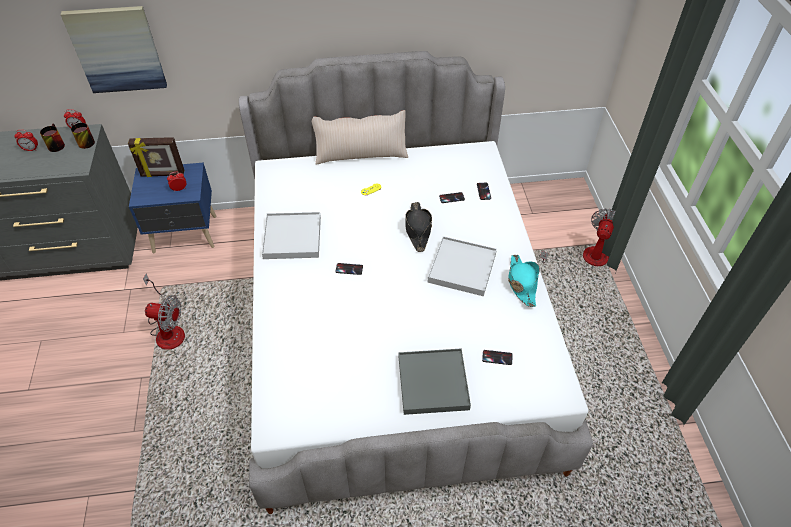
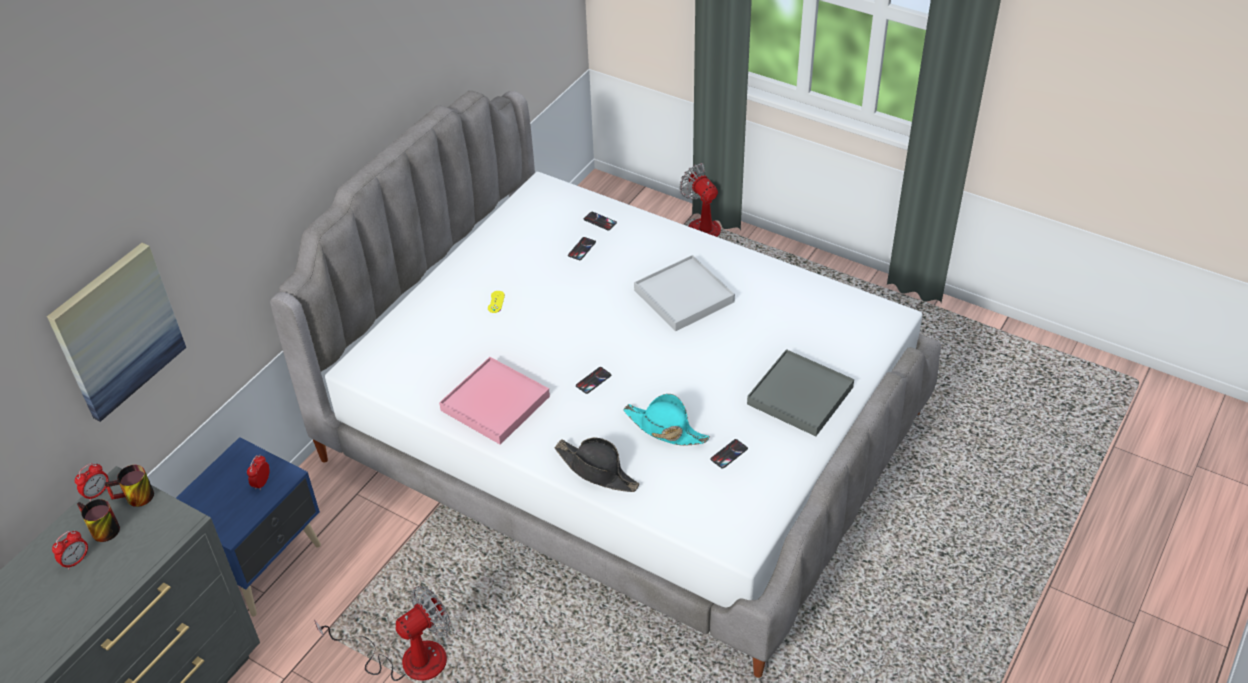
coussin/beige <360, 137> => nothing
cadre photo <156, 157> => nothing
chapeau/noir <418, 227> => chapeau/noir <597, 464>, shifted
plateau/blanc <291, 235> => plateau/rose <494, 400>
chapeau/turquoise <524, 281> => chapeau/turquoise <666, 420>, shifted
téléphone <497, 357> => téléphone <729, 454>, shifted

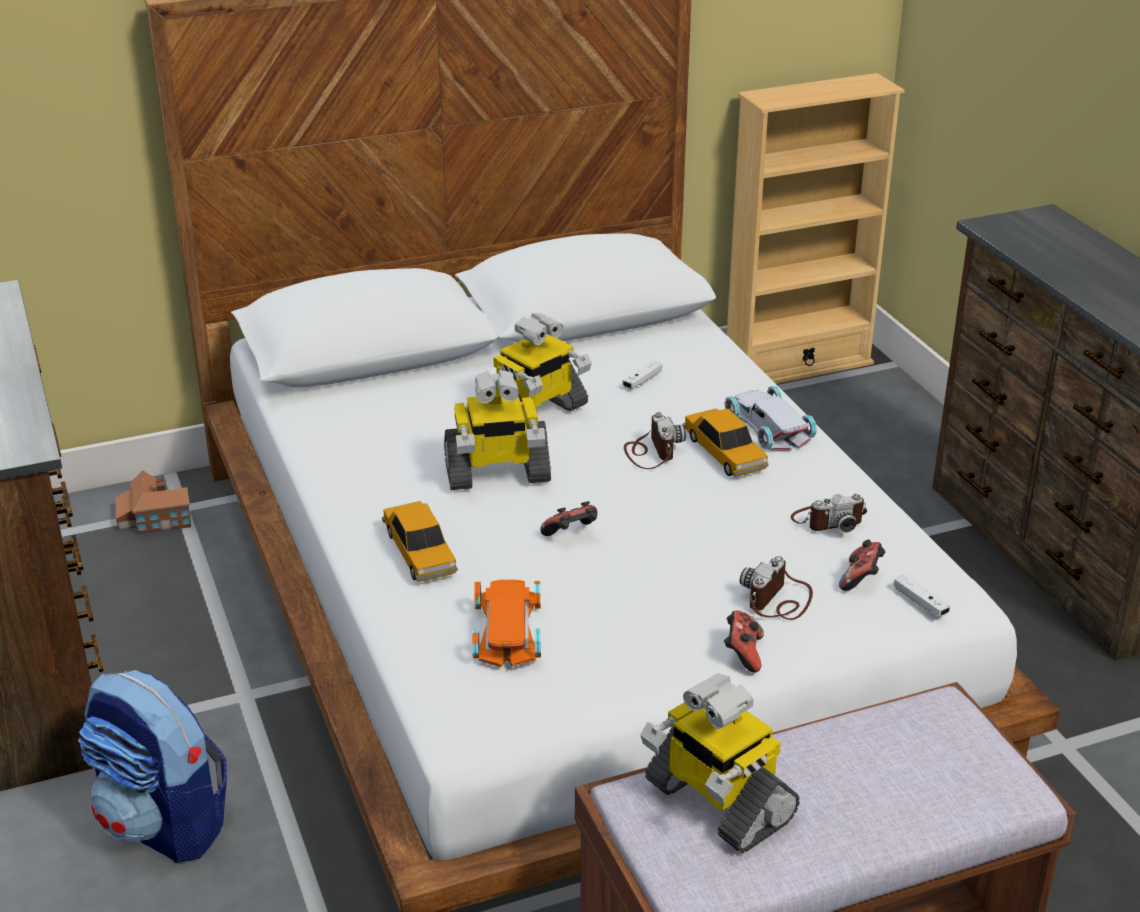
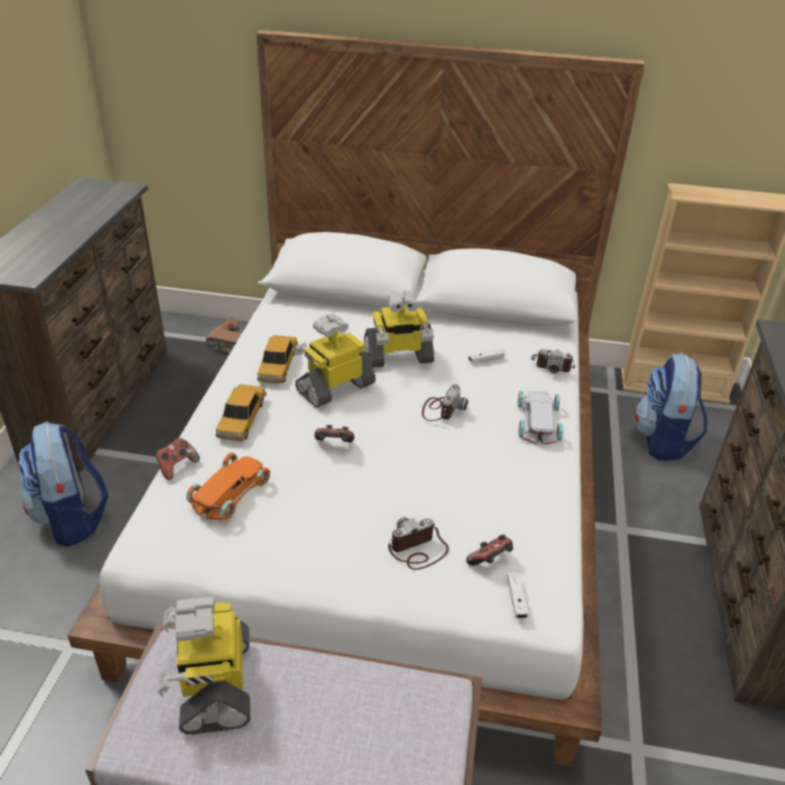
robot jouet <497, 430> => robot jouet <334, 361>, 120 degrees clockwise
petite voiture <726, 443> => petite voiture <277, 359>, shifted
appareil photo <829, 513> => appareil photo <553, 361>, shifted
manette <744, 641> => manette <178, 459>, shifted
nothing => sac à dos <670, 407>

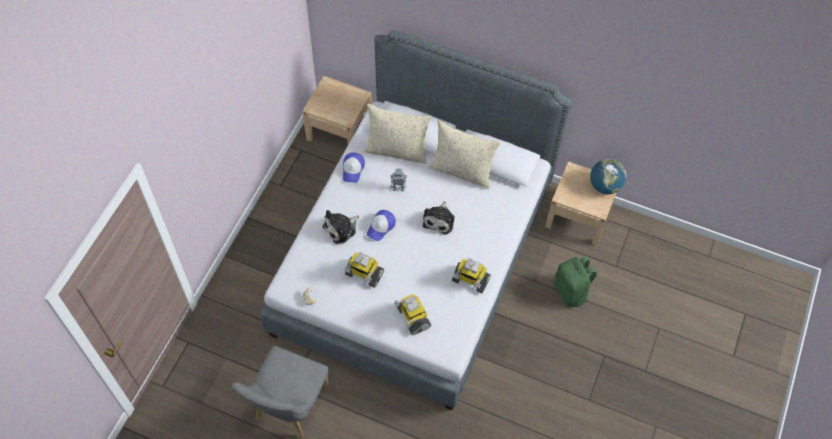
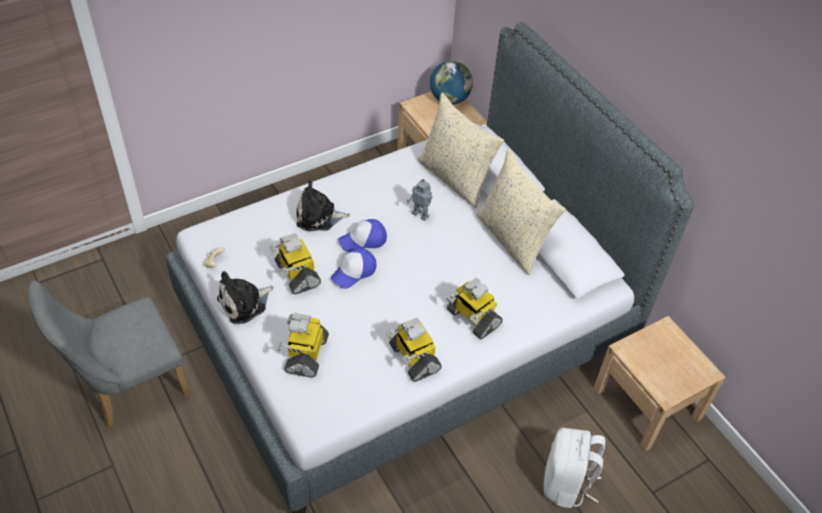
casquette <354, 168> => casquette <353, 268>, shifted
globe <608, 176> => globe <451, 83>, shifted
peluche <439, 218> => peluche <245, 297>, shifted
sac à dos/vert <575, 281> => sac à dos/blanc <574, 468>
nothing => robot jouet <474, 308>

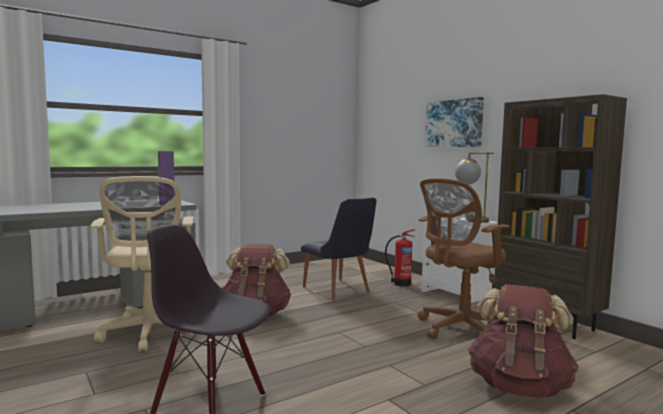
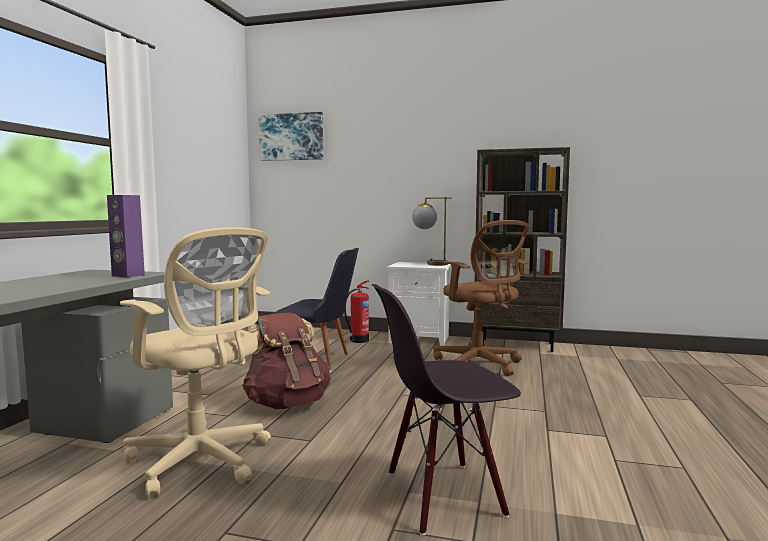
tableau <454, 122> => tableau <290, 136>, shifted
chaise de bureau/marron <463, 259> => chaise de bureau/marron <481, 298>, 45 degrees counterclockwise
sac à dos/marron <523, 341> => nothing

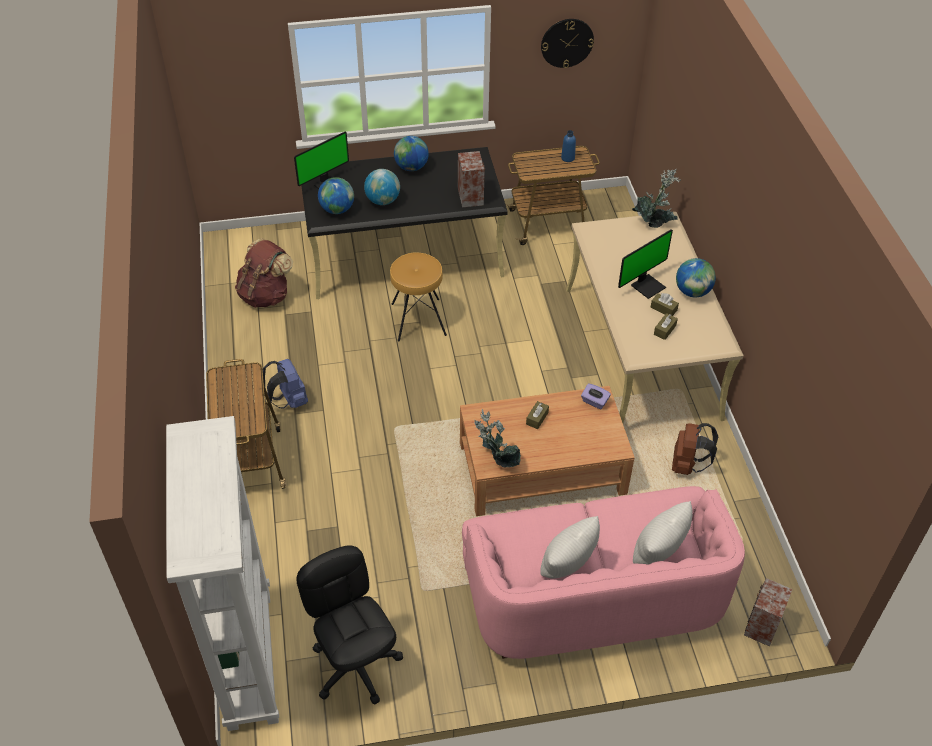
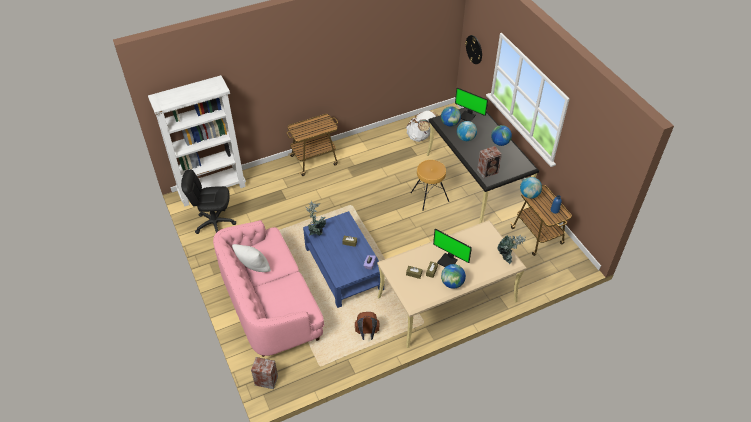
horloge murale <567, 43> => horloge murale <473, 49>, shifted
sac à dos/marron <264, 273> => sac à dos/blanc <422, 126>
sac à dos/bleu <285, 384> => nothing
table basse/marron <547, 451> => table basse/bleu <343, 259>
coussin/blanc <663, 533> => nothing
chaise de bureau/noir <349, 625> => chaise de bureau/noir <208, 201>, 135 degrees counterclockwise
nothing => globe <531, 188>

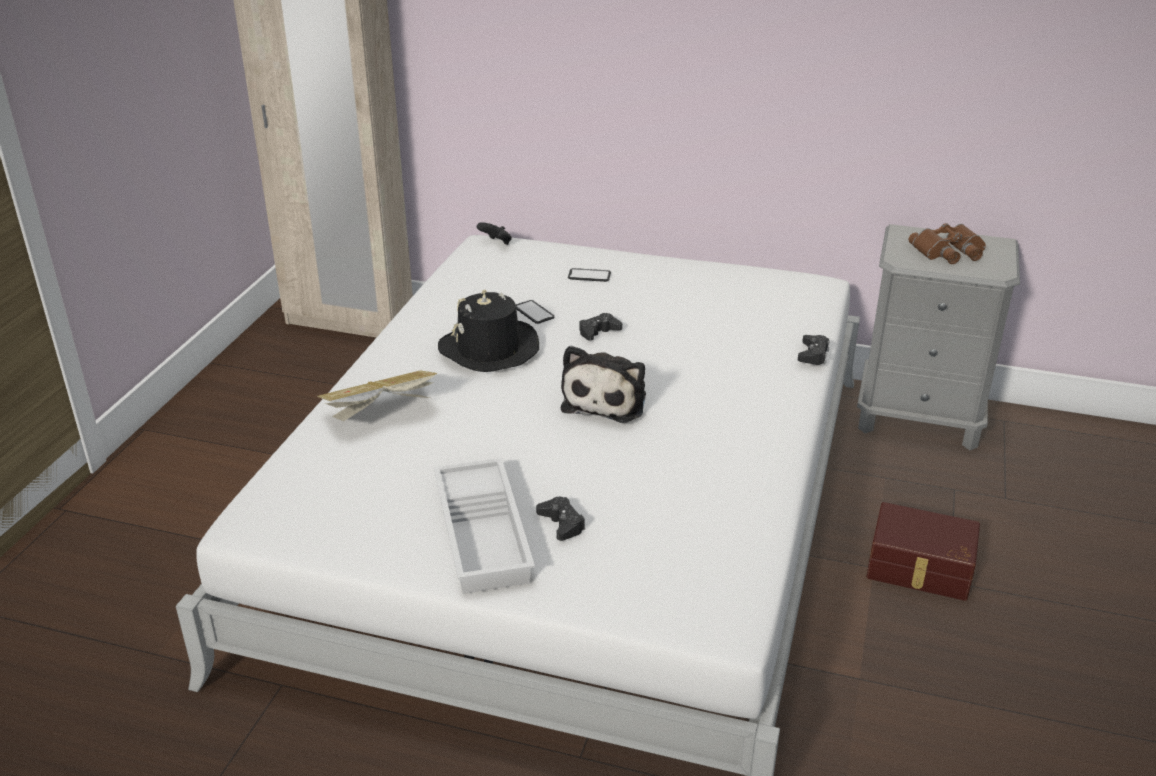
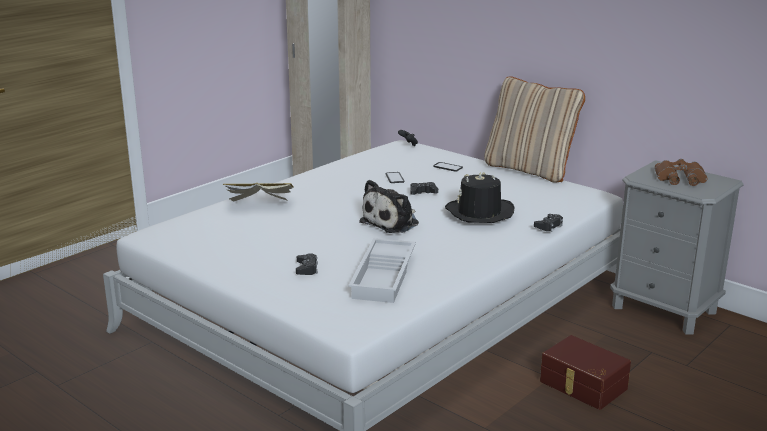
chapeau/noir <488, 331> => chapeau/noir <479, 197>, shifted
plateau/blanc <484, 526> => plateau/blanc <382, 270>, shifted
nothing => coussin/beige <534, 129>

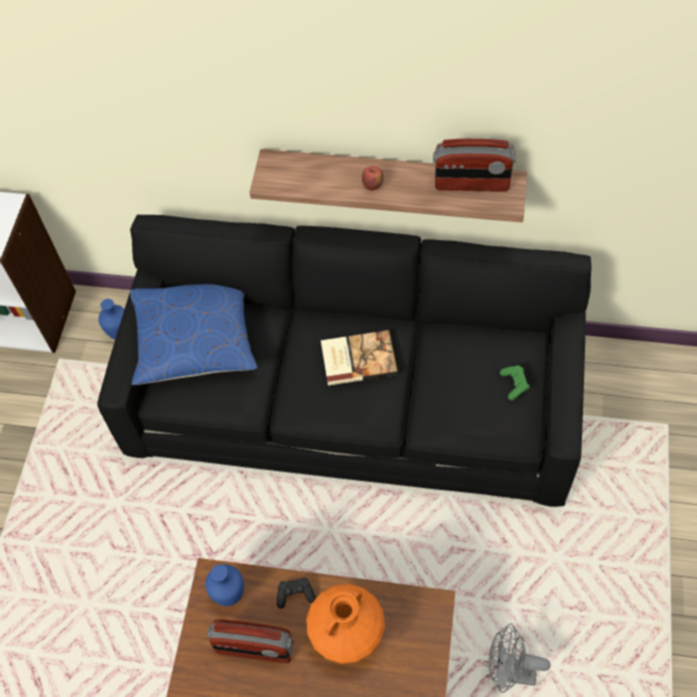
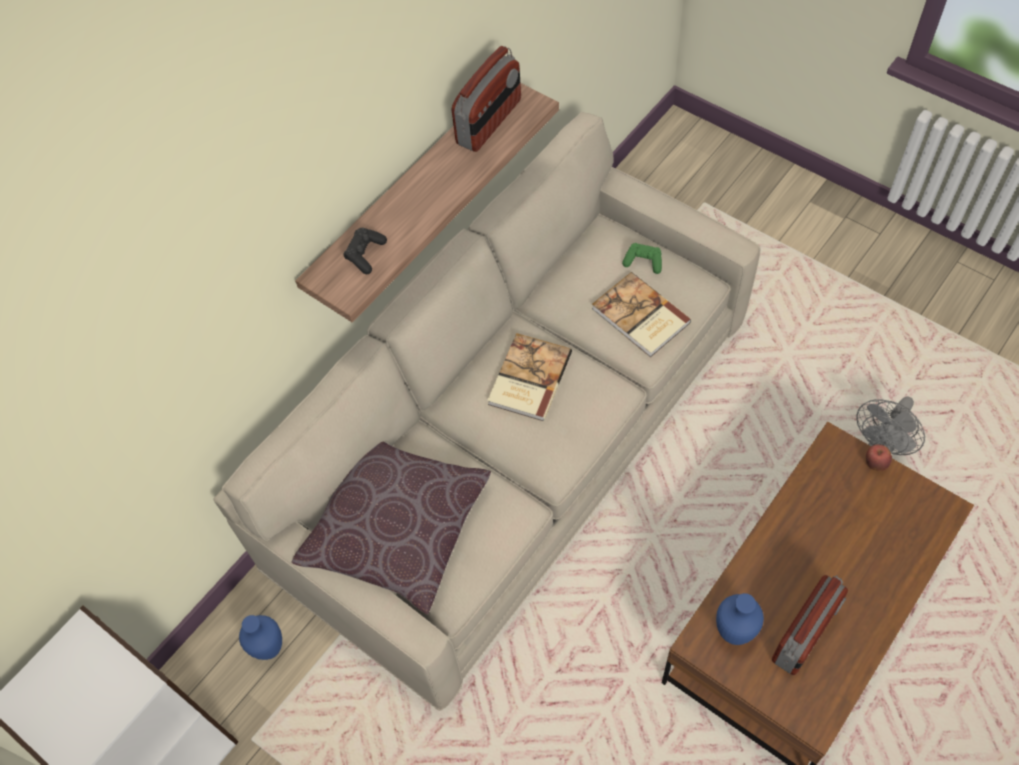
pomme <373, 178> => pomme <879, 457>, shifted
canapé/noir <344, 361> => canapé/beige <487, 411>
coussin/bleu <193, 334> => coussin/marron <391, 528>
manette/noir <296, 593> => manette/noir <365, 251>, shifted
vase/orange <345, 624> => nothing
nothing => livre <641, 314>

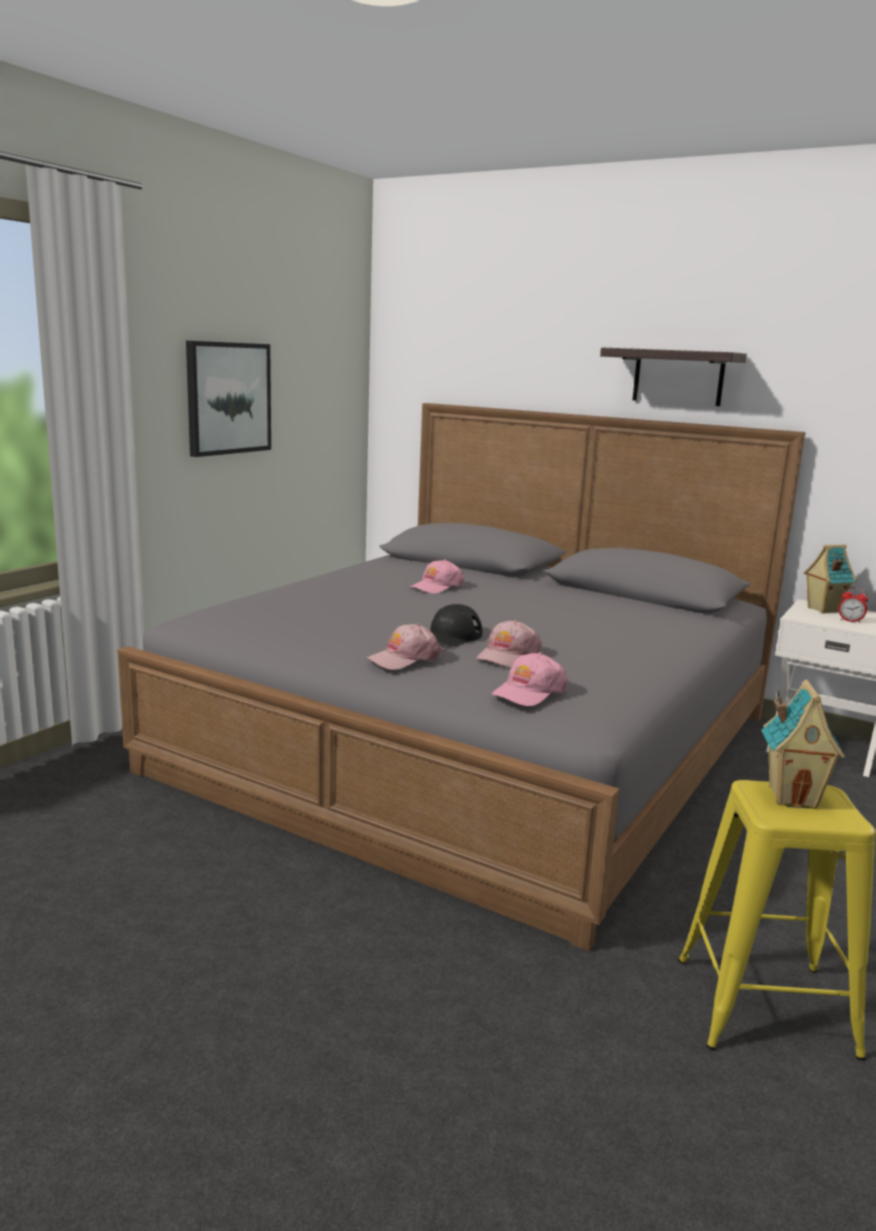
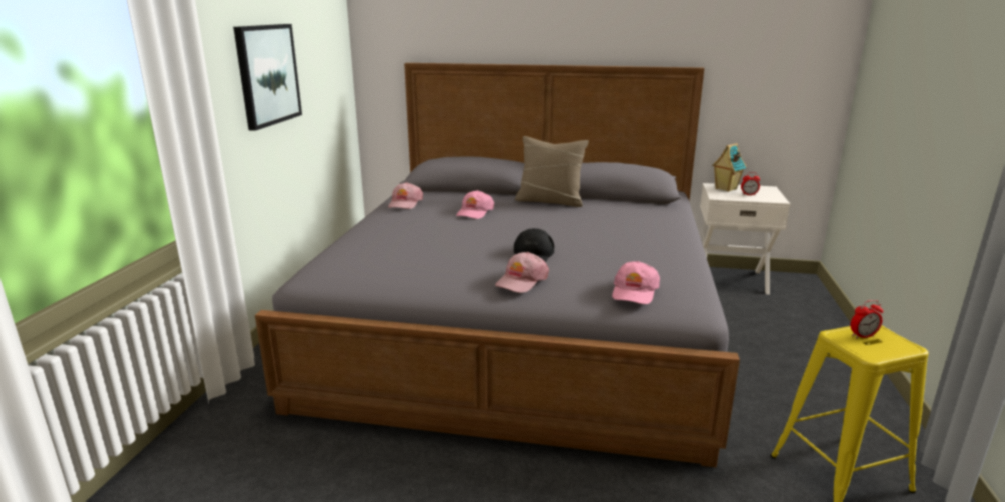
étagère <673, 376> => nothing
casquette/rose <509, 643> => casquette/rose <405, 195>, shifted
maison miniature <803, 744> => réveil <867, 319>
nothing => coussin/beige <552, 171>

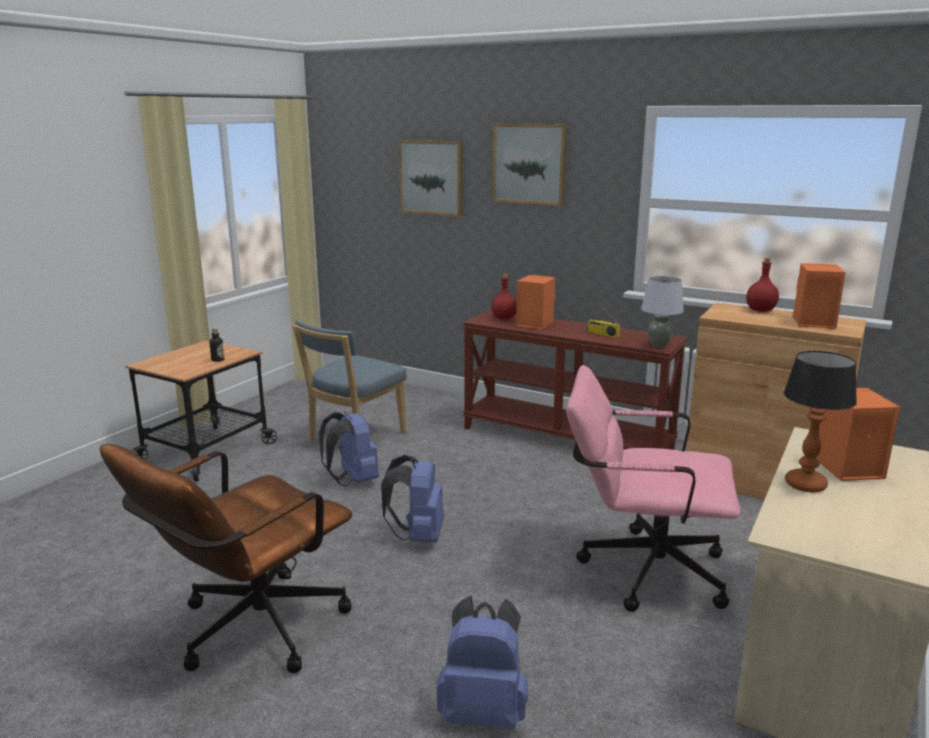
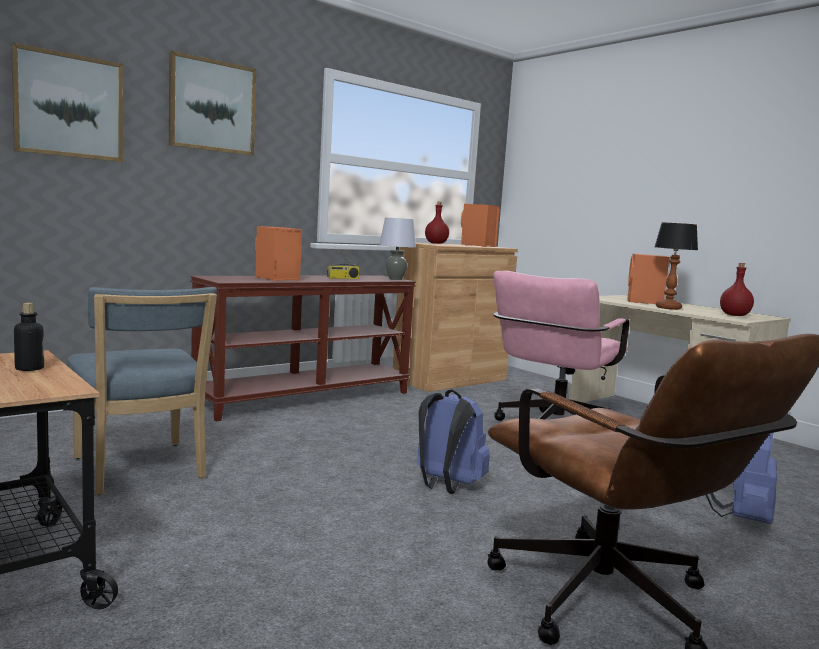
bouteille/rouge <503, 297> => bouteille/rouge <737, 289>, shifted
sac à dos/bleu <349, 449> => nothing

